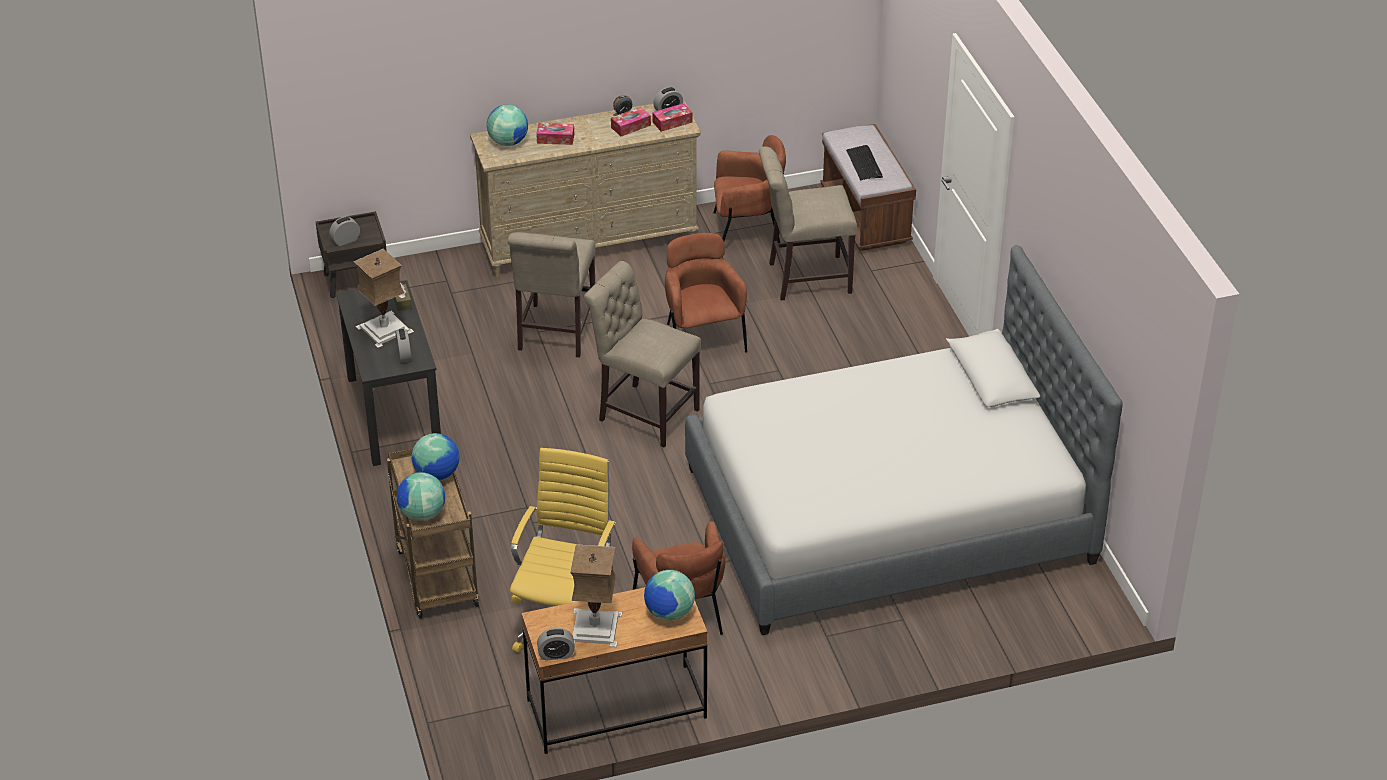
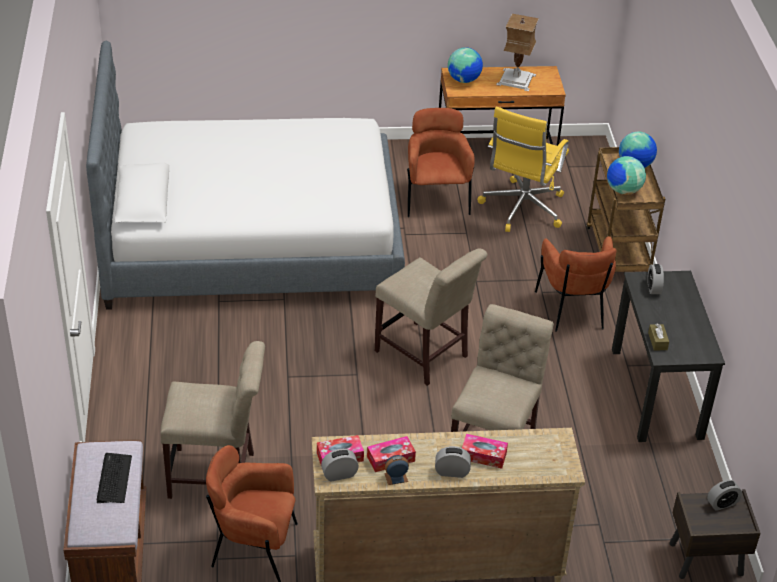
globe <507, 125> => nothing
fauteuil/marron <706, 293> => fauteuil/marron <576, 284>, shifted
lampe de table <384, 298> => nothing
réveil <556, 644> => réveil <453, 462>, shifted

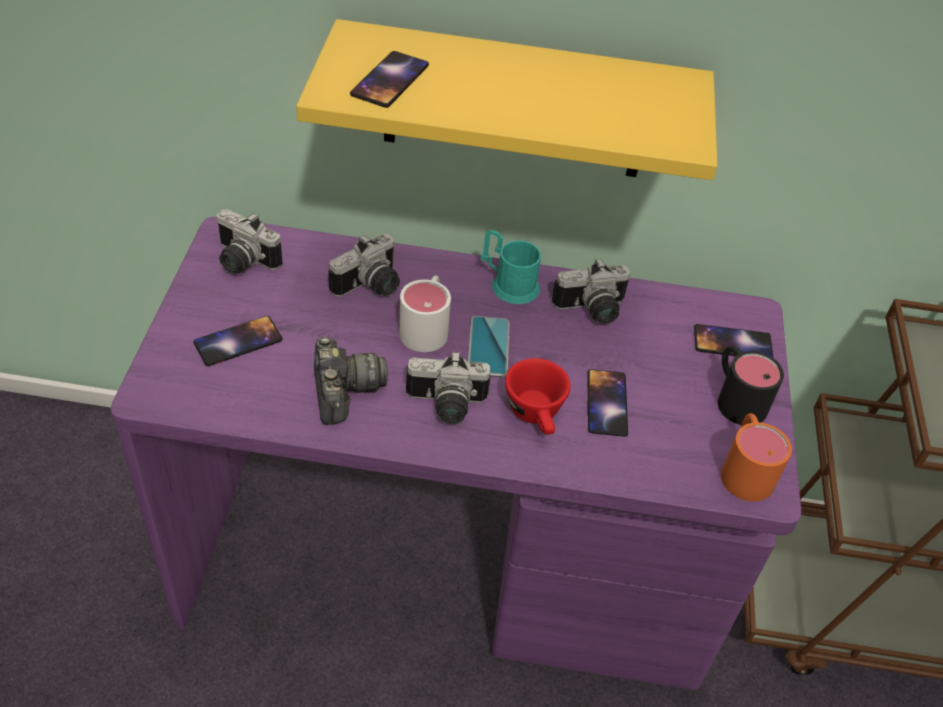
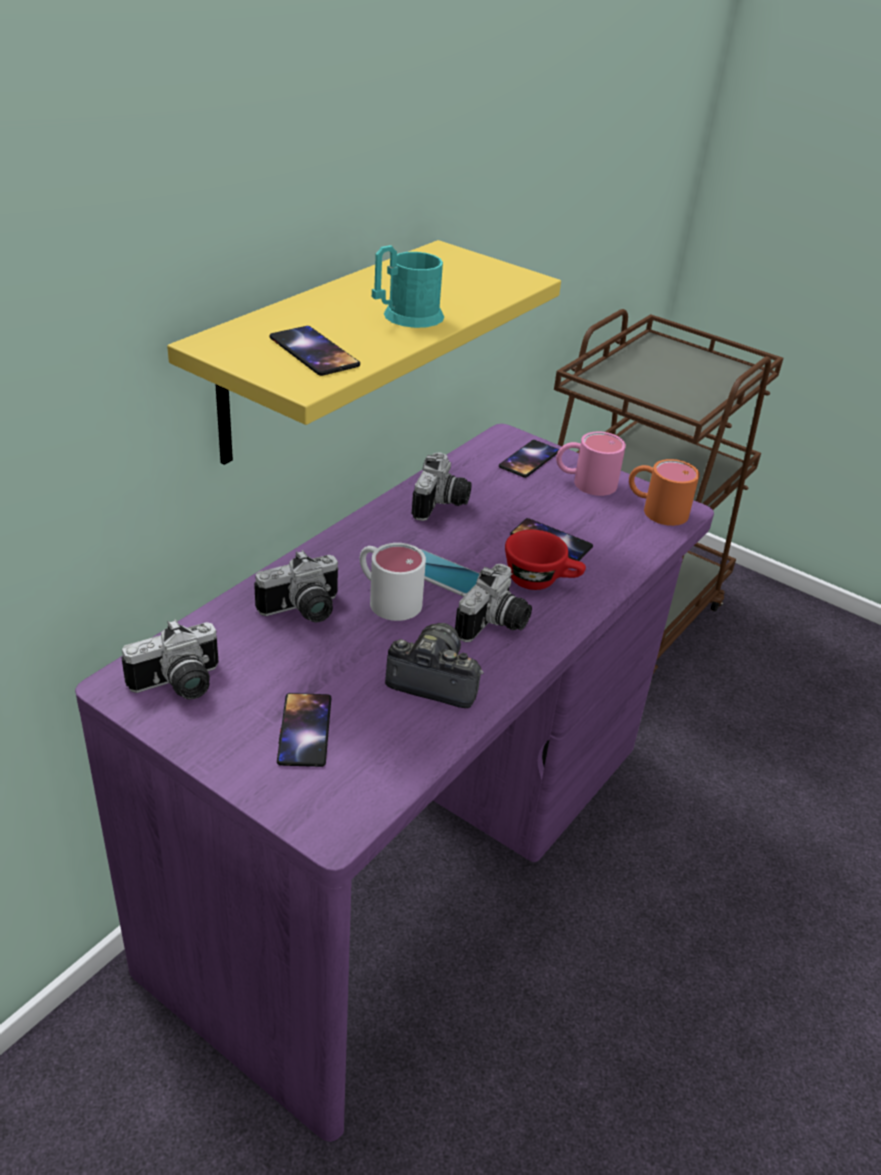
mug/turquoise <511, 267> => mug/turquoise <408, 286>, shifted
appareil photo <364, 265> => appareil photo <296, 586>, 75 degrees clockwise
mug/noir <751, 385> => mug/rose <591, 464>

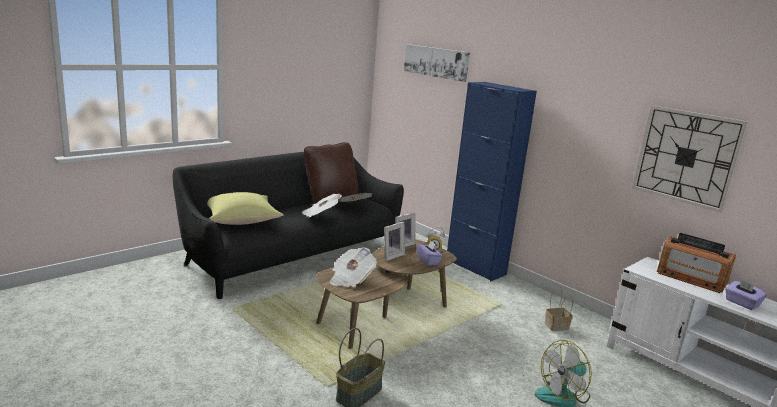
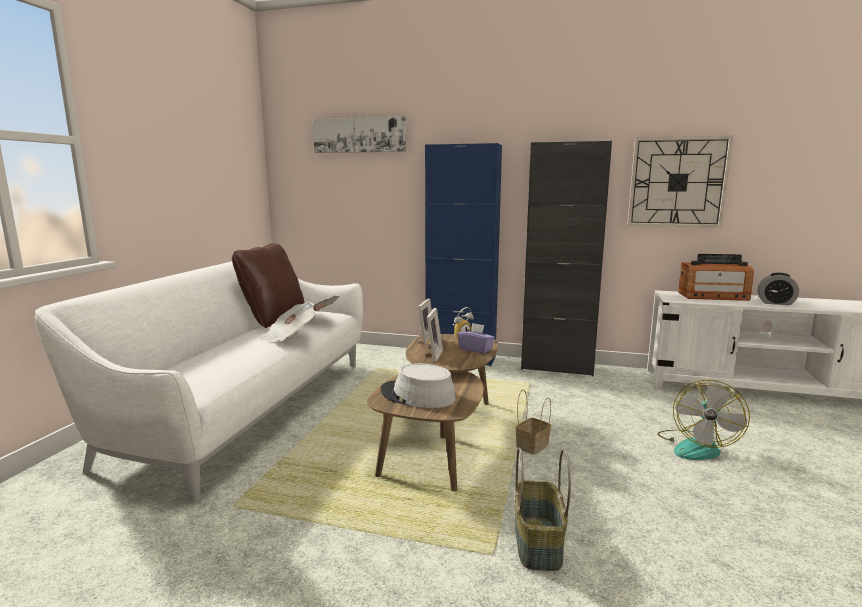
canapé/noir <288, 225> => canapé/blanc <199, 381>
coussin/jaune <245, 208> => nothing
journal <353, 268> => chapeau/gris <418, 385>
boîte à mouchoirs/violet <746, 295> => réveil <778, 289>
panier <558, 308> => panier <533, 422>, shifted
nothing => meuble de rangement/noir <566, 258>

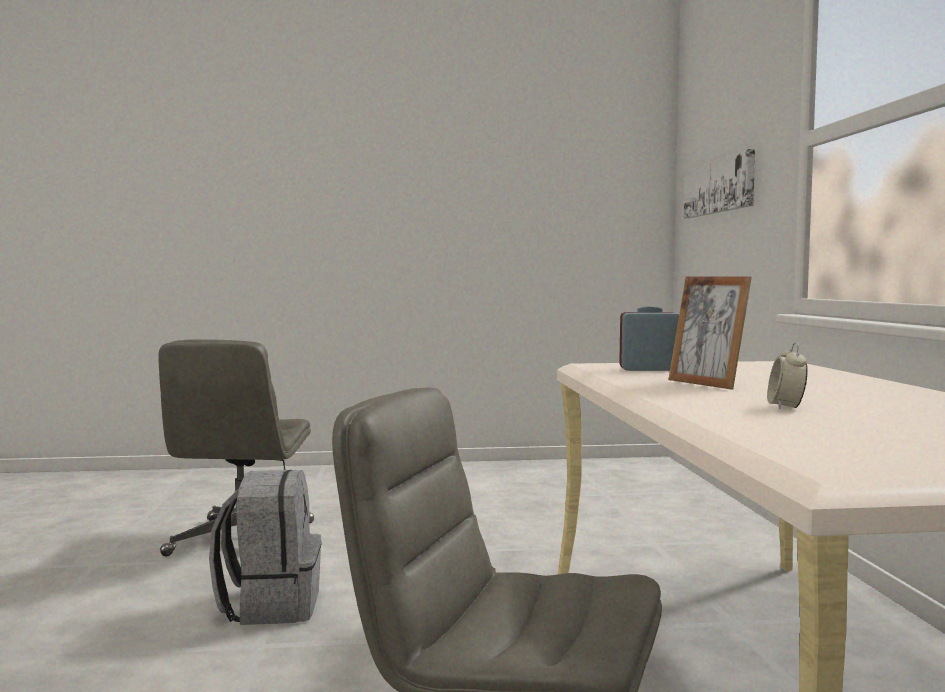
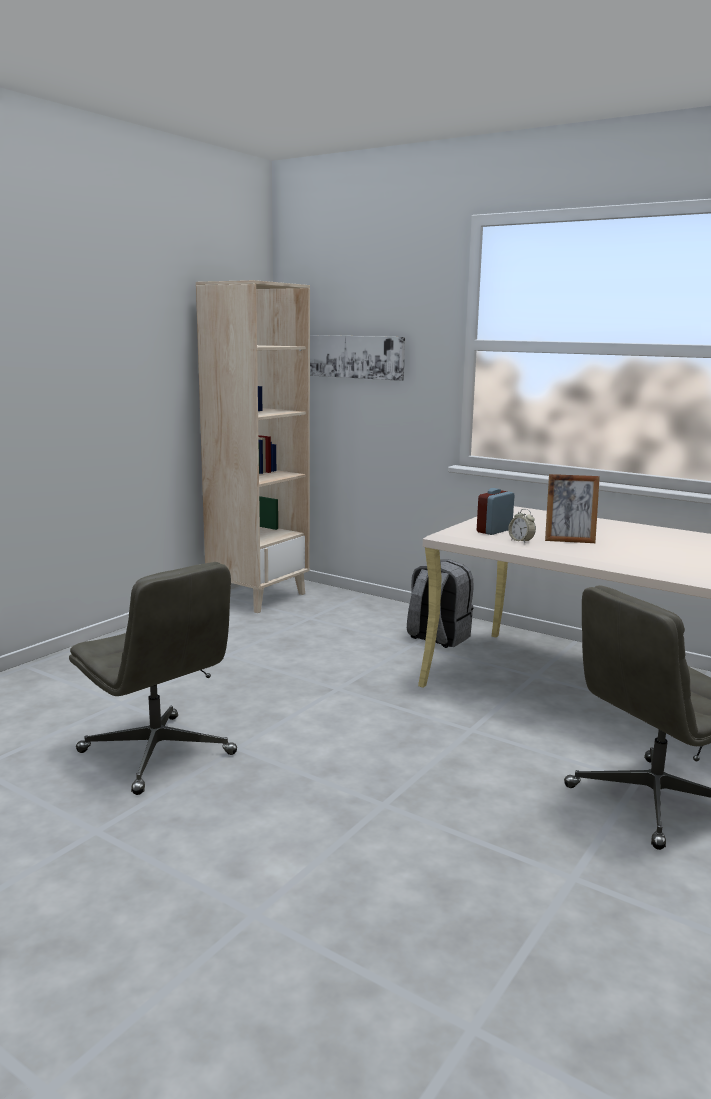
réveil <787, 375> => réveil <522, 526>, shifted
sac à dos/gris <265, 547> => sac à dos/gris <440, 604>, shifted
nothing => bibliothèque/beige <253, 446>

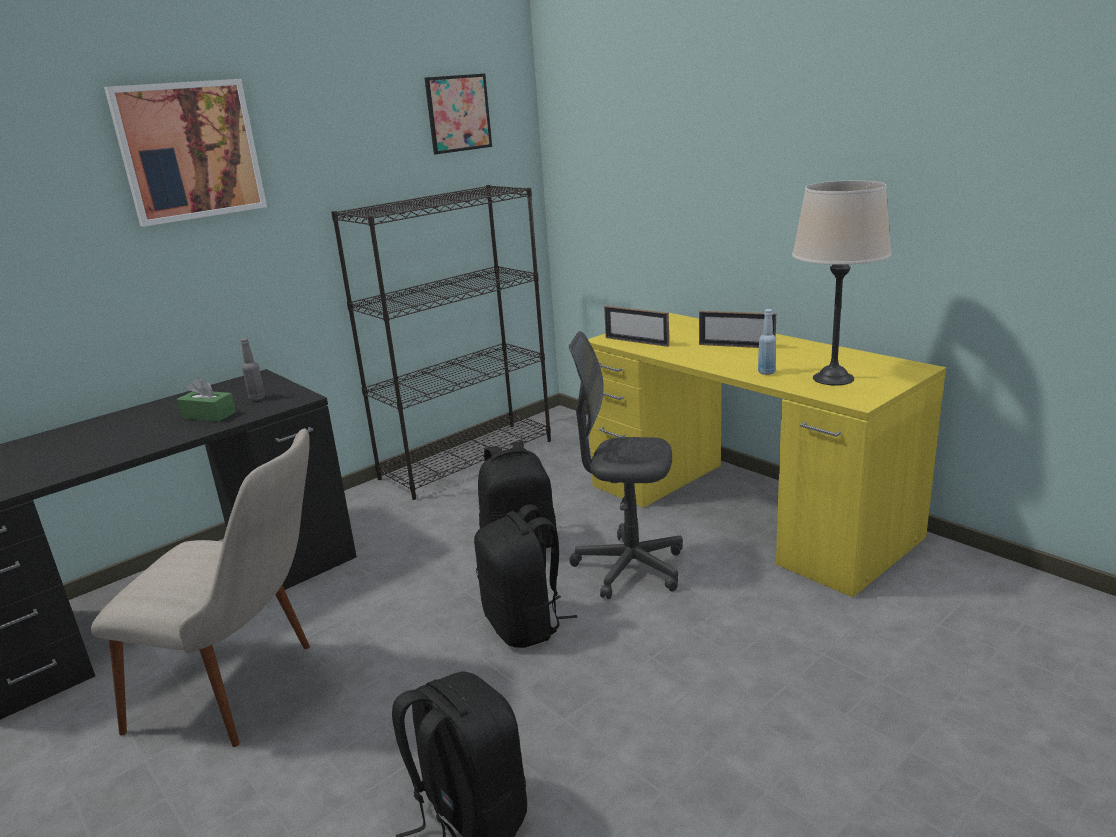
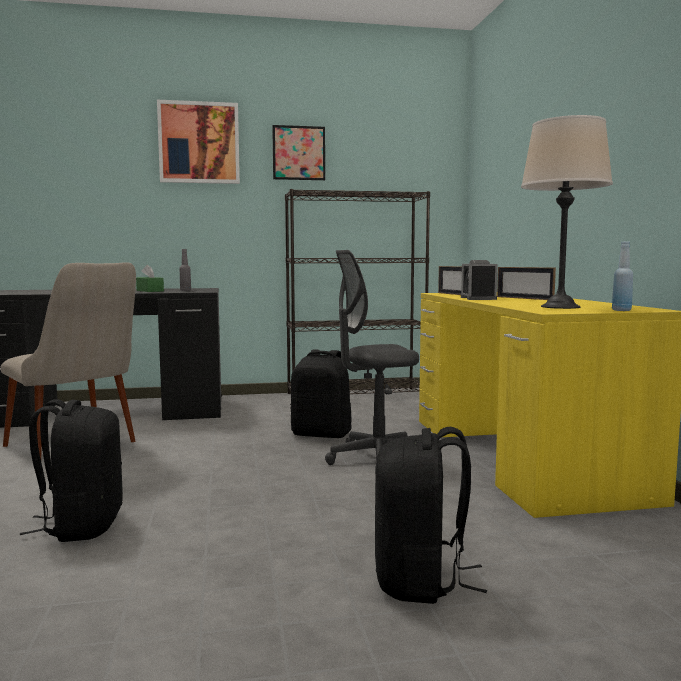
tableau <458, 114> => tableau <298, 152>, shifted
bouteille/bleu <767, 342> => bouteille/bleu <622, 276>, shifted
chaise de bureau/gris <626, 465> => chaise de bureau/gris <372, 359>, 60 degrees counterclockwise
sac à dos/noir <525, 576> => sac à dos/noir <431, 515>, shifted
nothing => réveil <479, 280>

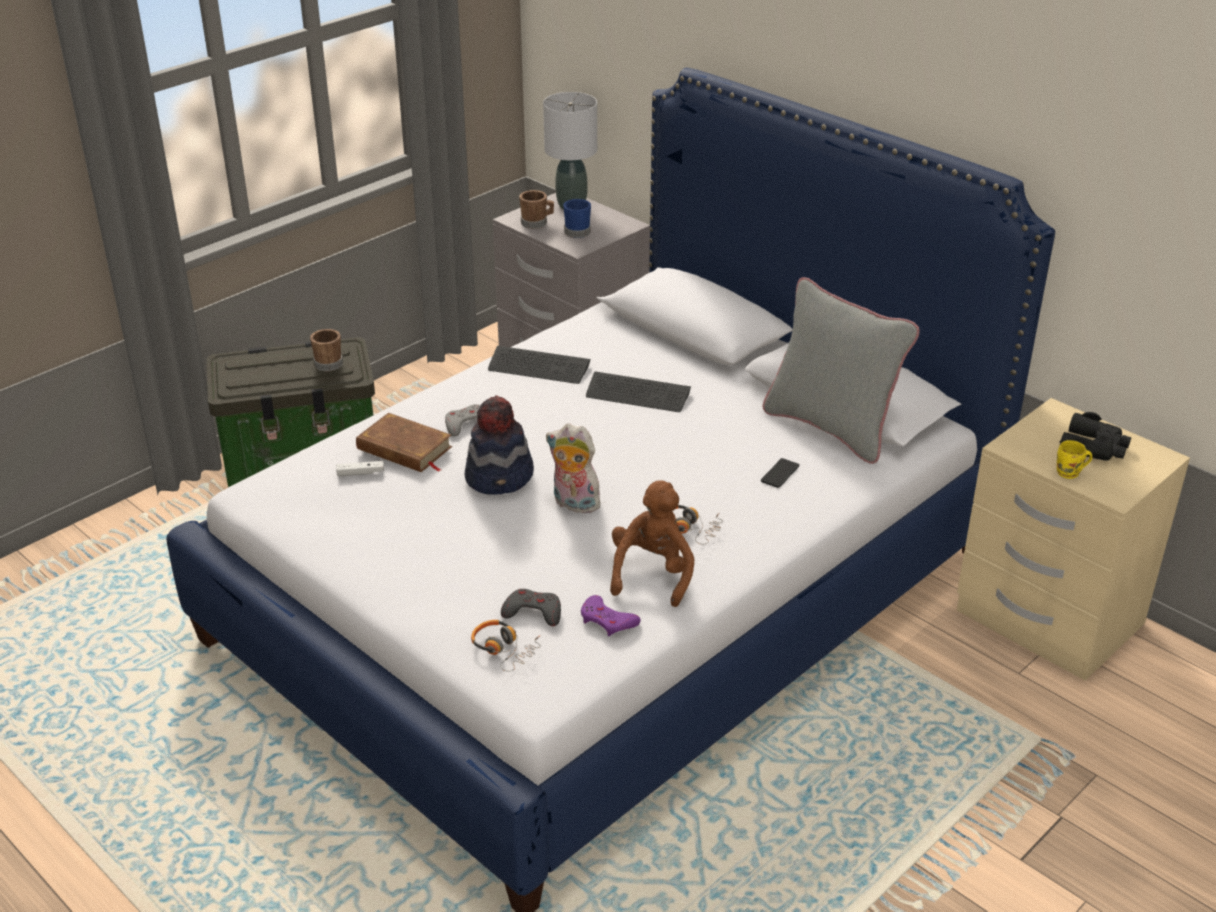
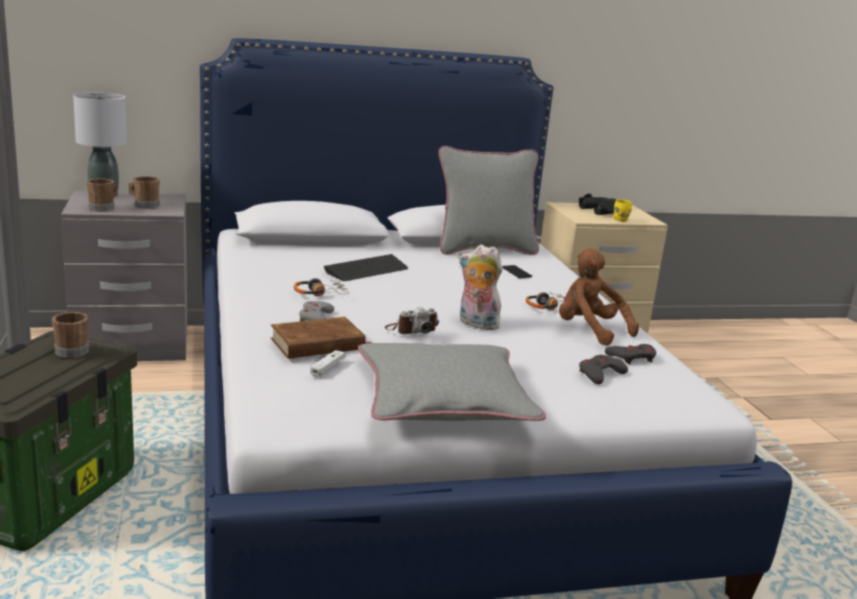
mug/bleu <577, 218> => mug/marron <144, 192>
clavier <539, 365> => nothing
chapeau <499, 445> => appareil photo <412, 321>
peluche <574, 468> => peluche <481, 287>, 60 degrees clockwise
manette/violet <611, 615> => manette/gris <630, 354>
casque audio <506, 646> => casque audio <321, 287>, shifted
nothing => coussin/gris <452, 382>

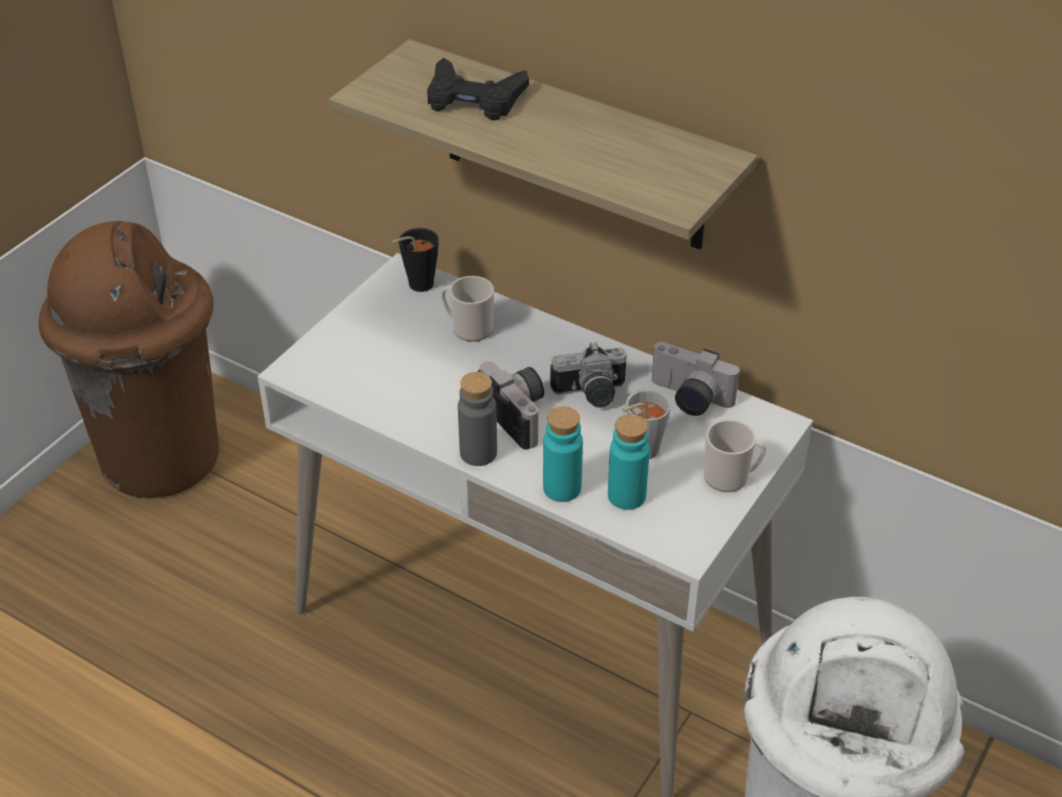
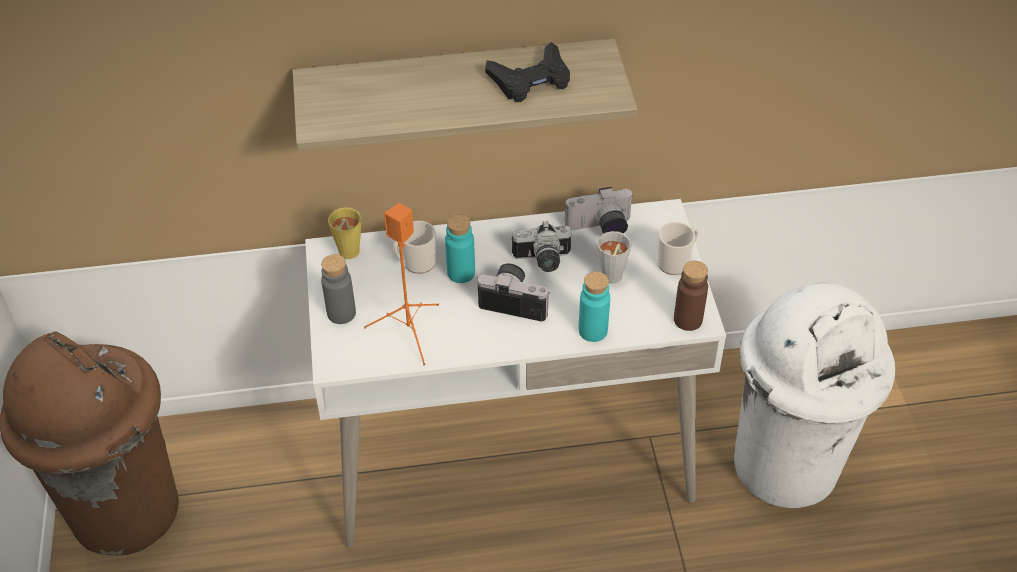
manette/noir <478, 89> => manette/noir <527, 72>, shifted
tasse/noir <415, 260> => tasse/jaune <344, 233>
appareil photo <588, 375> => appareil photo <541, 246>, 45 degrees clockwise
bouteille/gris <477, 419> => bouteille/gris <338, 289>, shifted
bouteille/turquoise <629, 462> => bouteille/turquoise <460, 248>, shifted
nothing => enceinte/orange <401, 284>
nothing => bouteille/marron <691, 296>

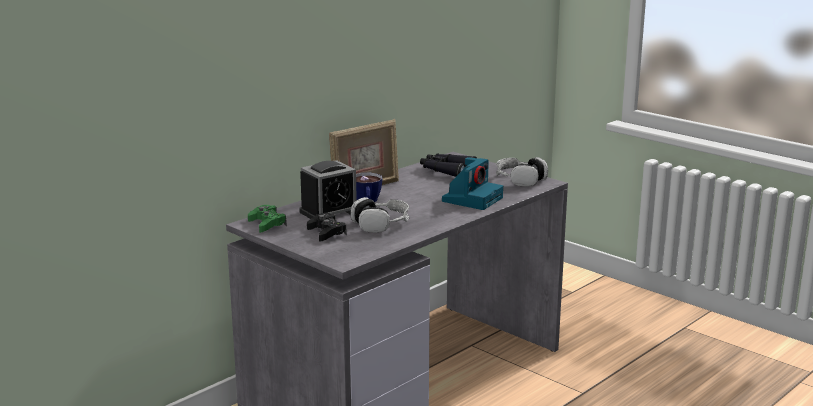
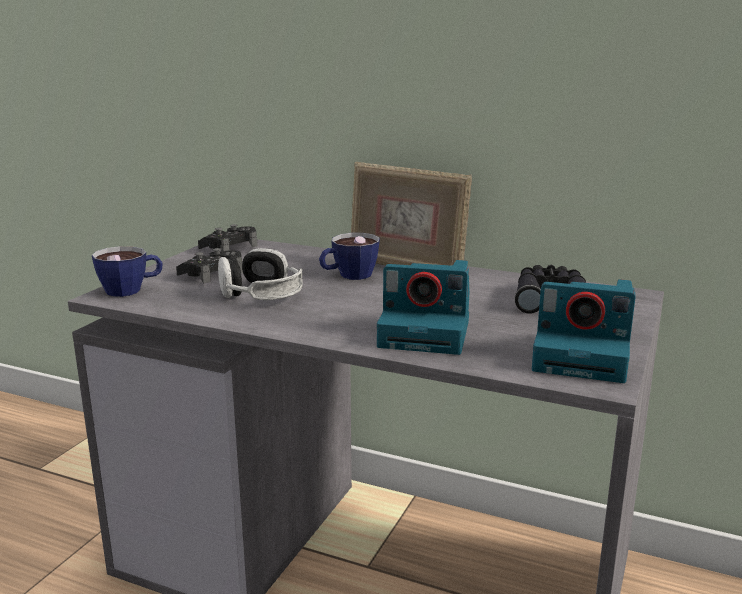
casque audio <522, 172> => appareil photo <584, 331>
réveil <328, 189> => nothing
manette/vert <267, 219> => manette/noir <227, 238>
nothing => tasse <127, 271>

